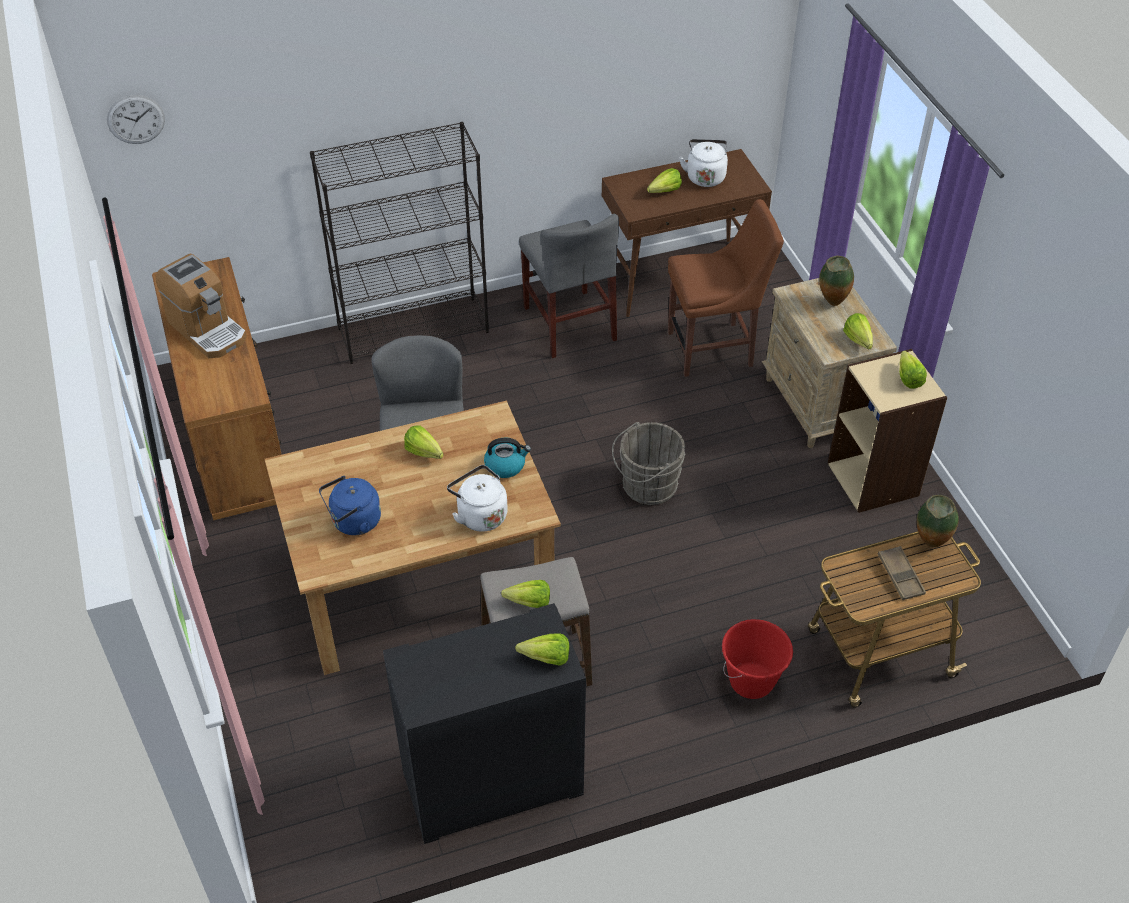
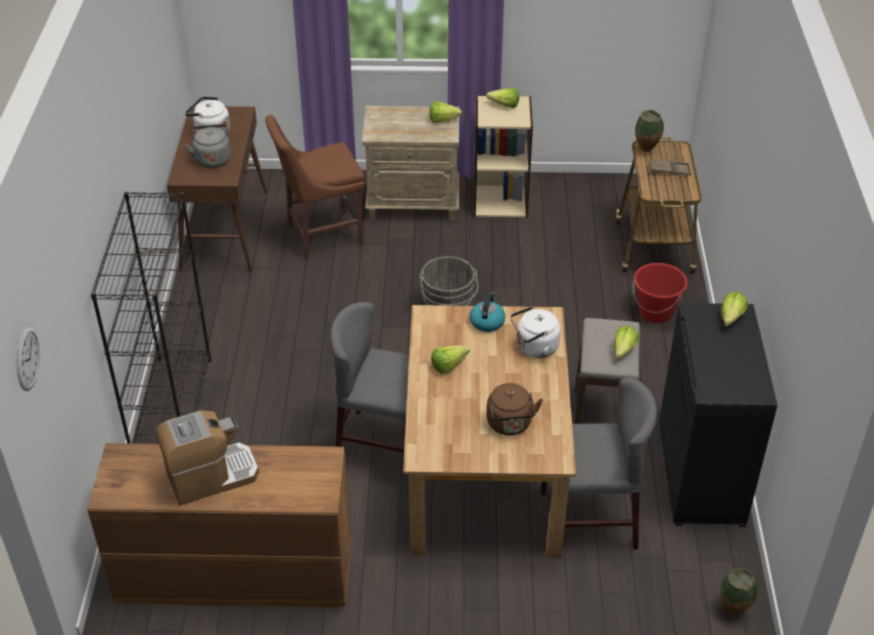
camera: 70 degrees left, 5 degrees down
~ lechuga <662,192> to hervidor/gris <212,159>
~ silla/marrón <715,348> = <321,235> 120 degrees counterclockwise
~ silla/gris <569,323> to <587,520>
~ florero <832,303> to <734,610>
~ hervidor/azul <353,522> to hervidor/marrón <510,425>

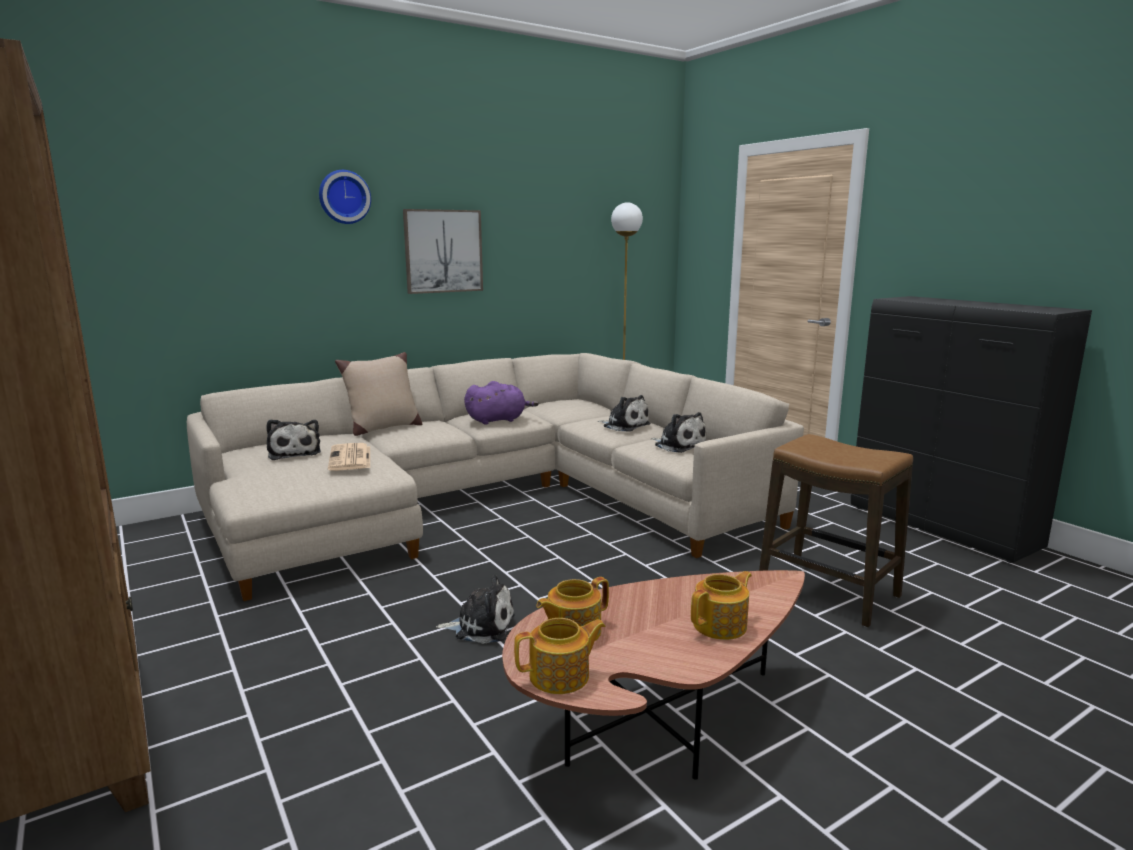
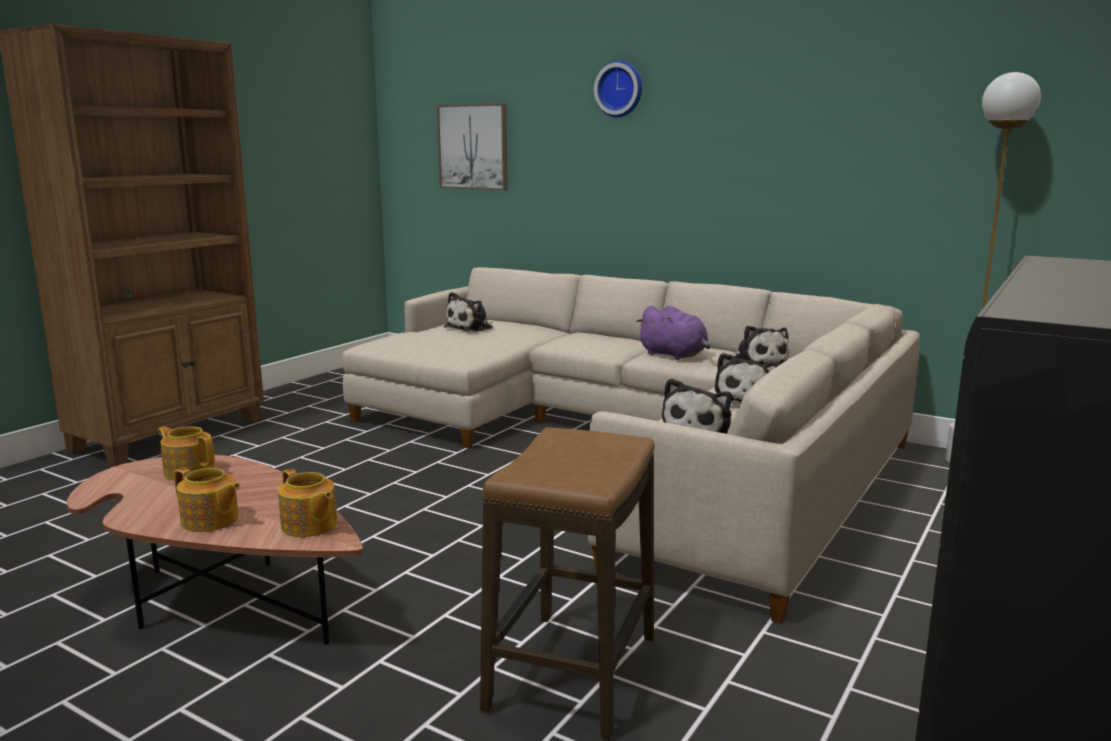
camera: 65 degrees right, 0 degrees up
~ cuadro <443,251> to <473,147>
- cojín/beis <383,428>
- periódico <350,458>
~ peluche <481,626> to <758,362>
~ tetera <561,676> to <309,526>

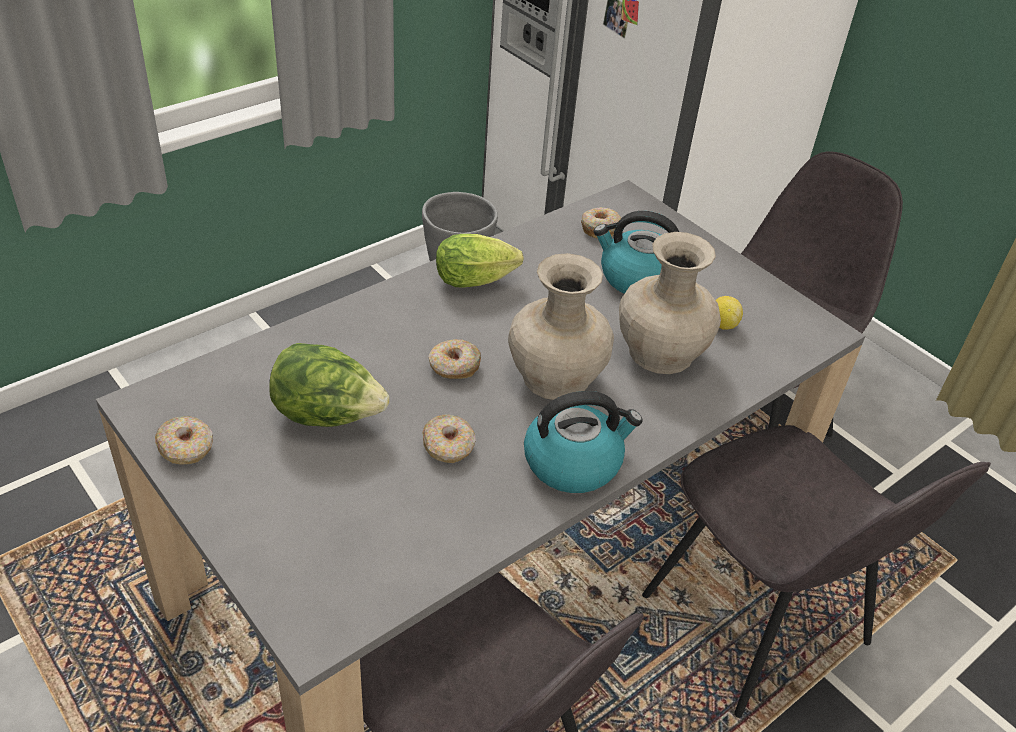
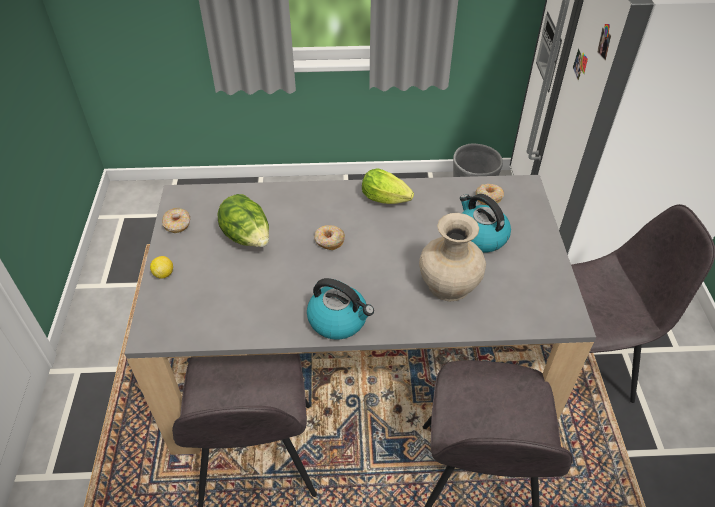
camera: 40 degrees right, 5 degrees up
- florero/beis <554,376>
~ limón <722,324> to <164,274>
- rosquilla <448,446>

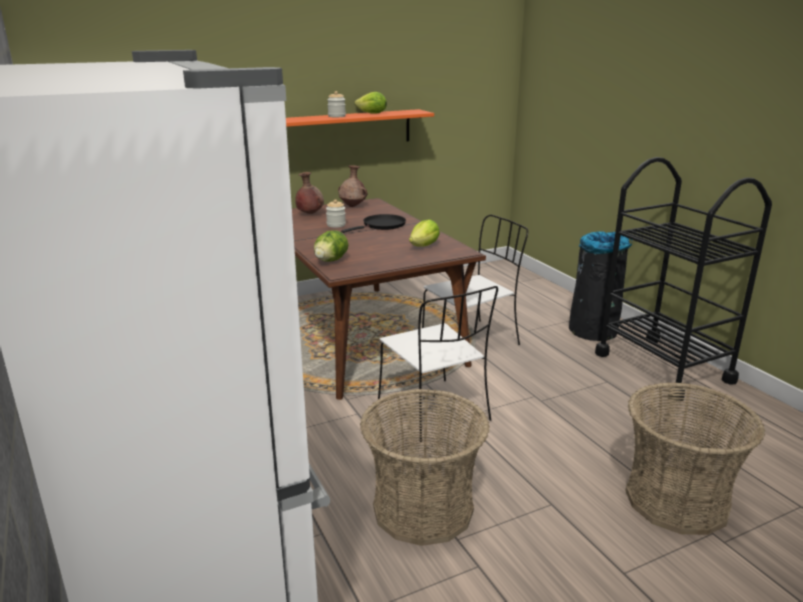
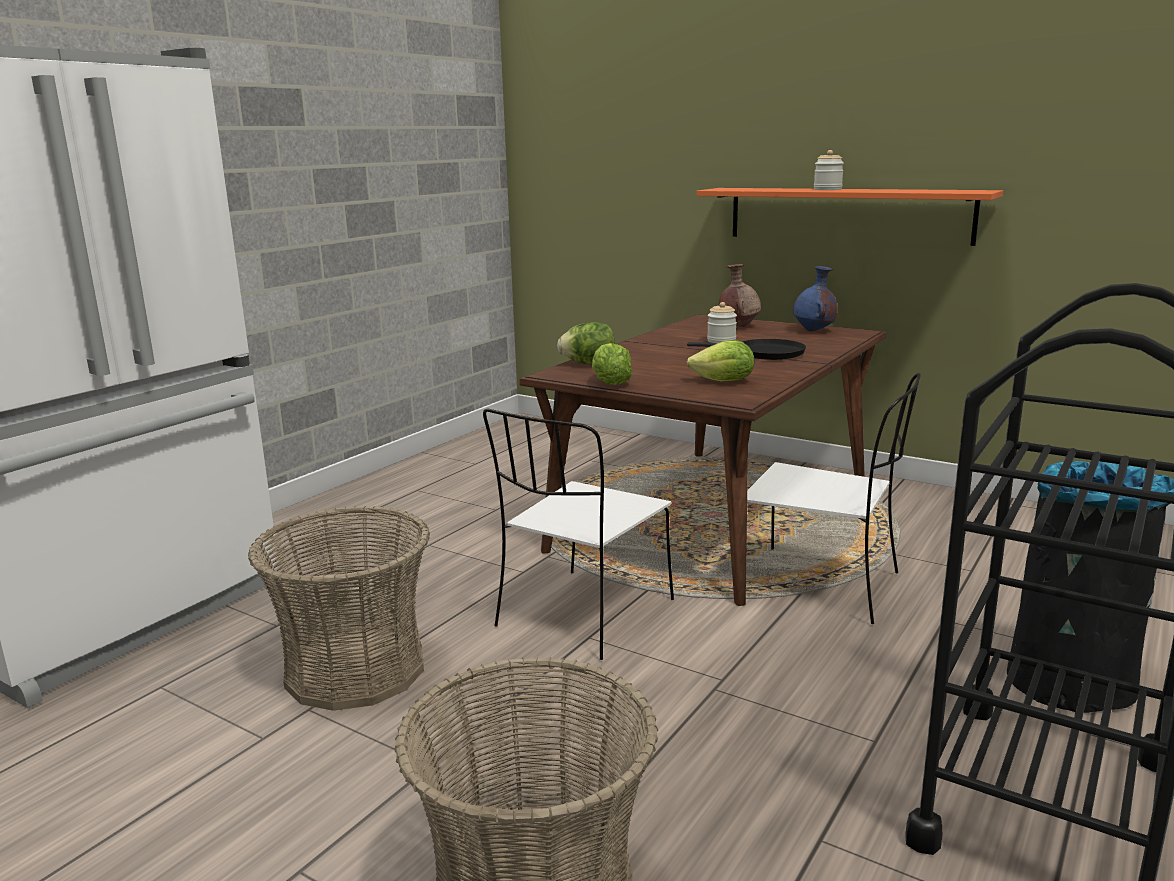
camera: 60 degrees right, 5 degrees down
~ lechuga <372,113> to <610,383>
~ florero/marrón <353,206> to florero/azul <814,331>

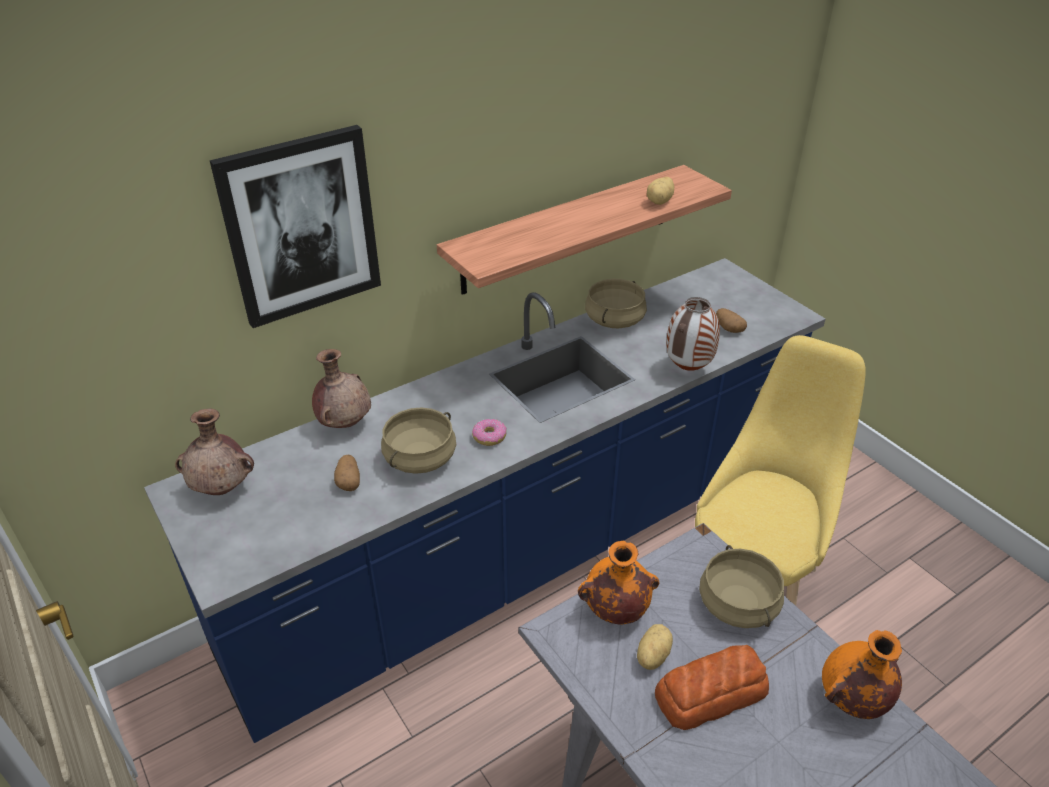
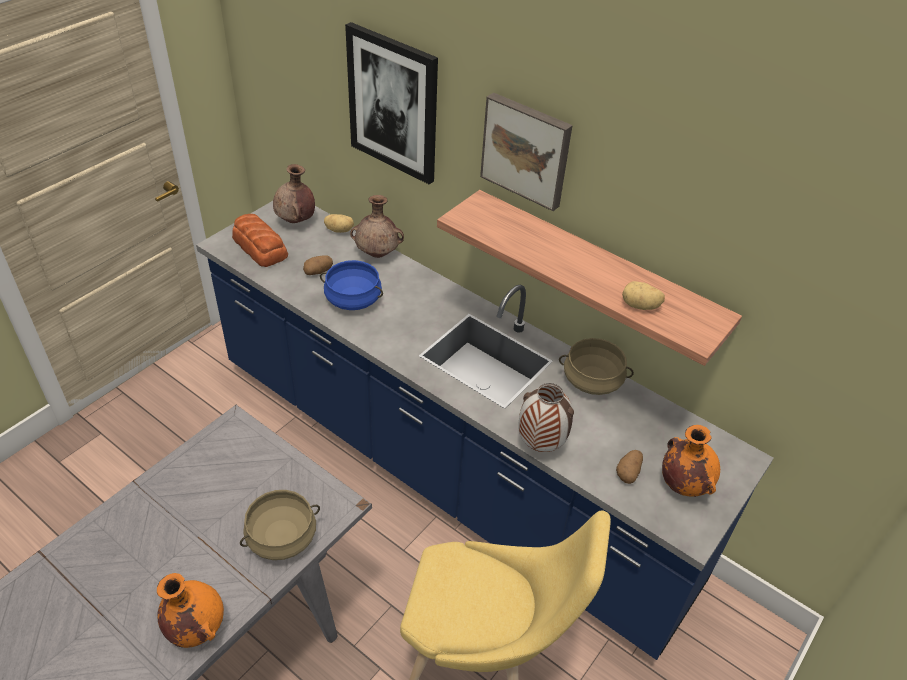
camera: 70 degrees right, 5 degrees up
~ olla/beis <420,458> to olla/azul <353,299>
- rosquilla <489,437>
~ florero/naranja <615,609> to <683,483>
~ patata <651,655> to <339,230>
~ pan <709,693> to <260,246>
+ cuadro <527,150>

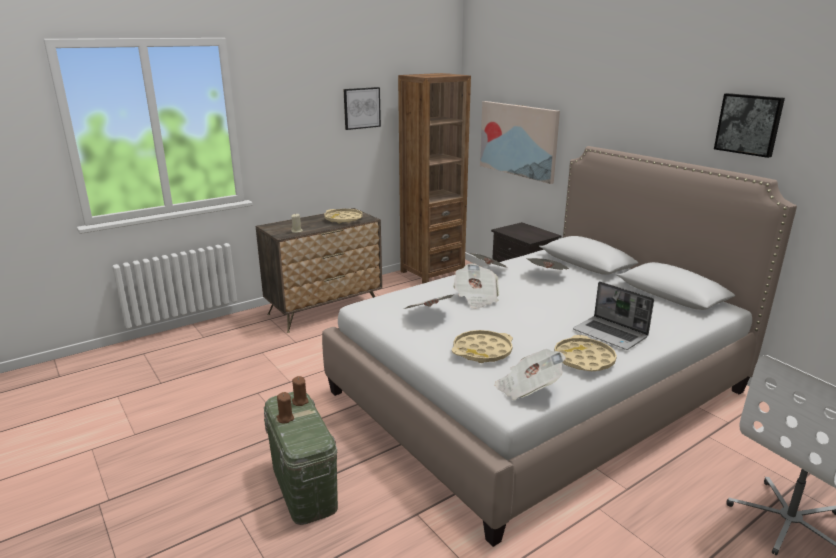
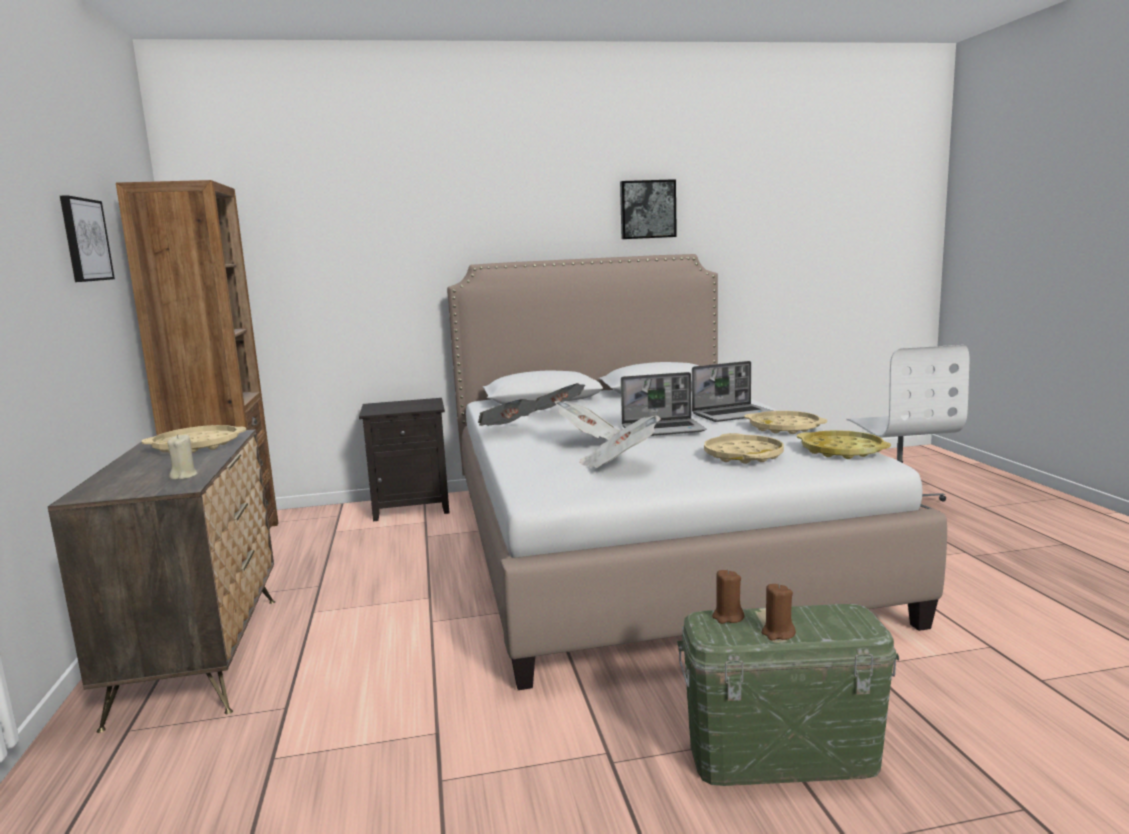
camera: 65 degrees left, 10 degrees down
- cuadro <518,140>
~ periódico <527,389> to bandeja/amarillo <841,451>
+ portátil <664,429>

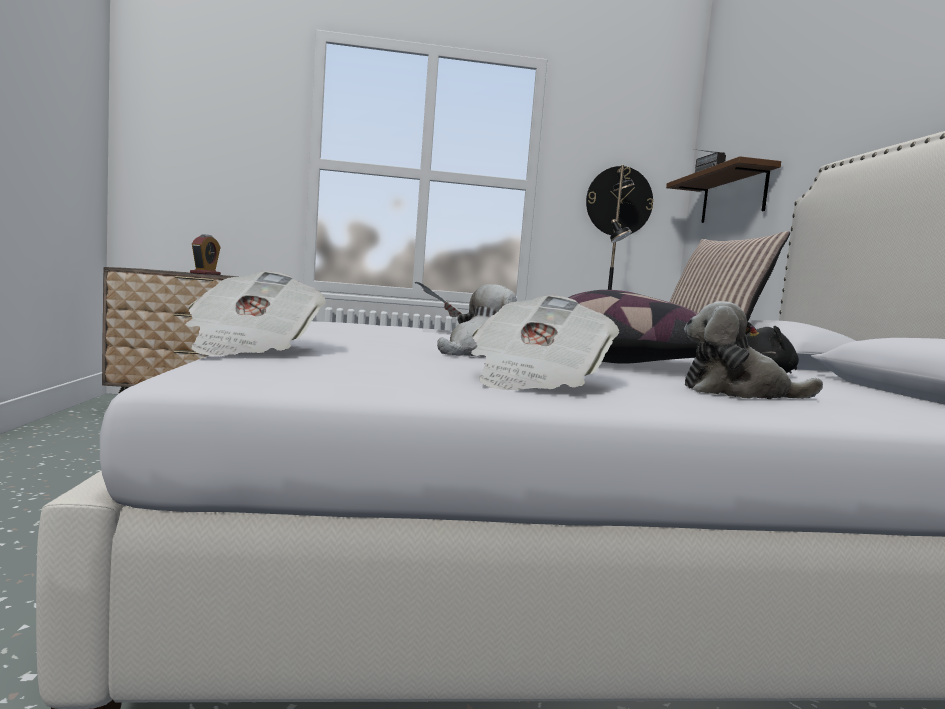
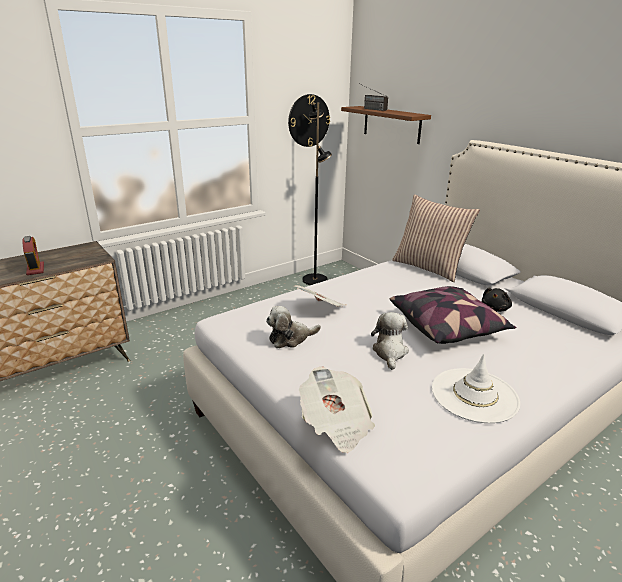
camera: 30 degrees left, 20 degrees up
~ periódico <534,382> to sombrero/blanco <474,395>
~ peluche <738,393> to <290,338>

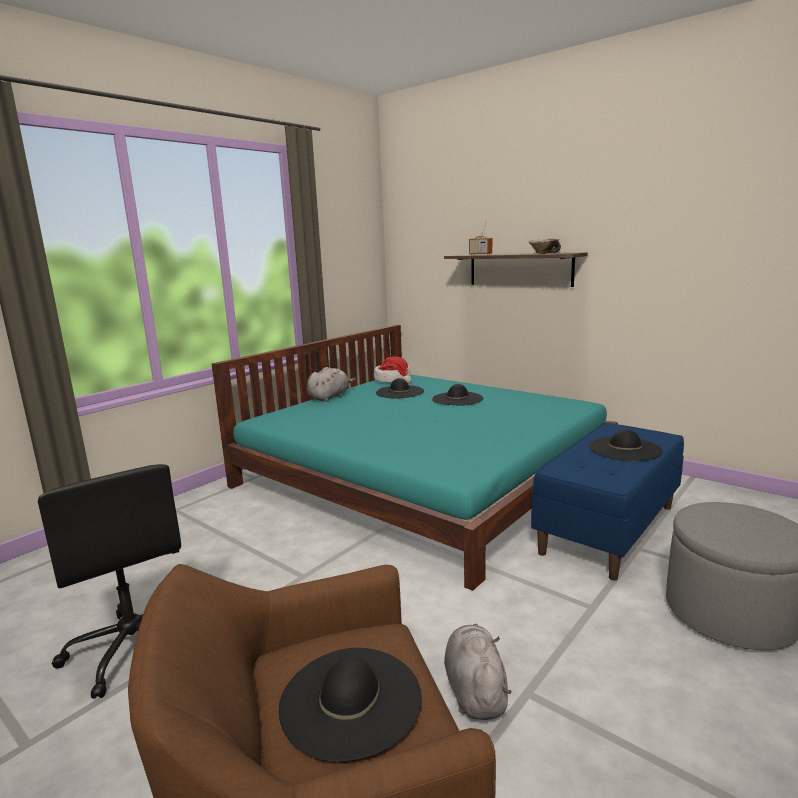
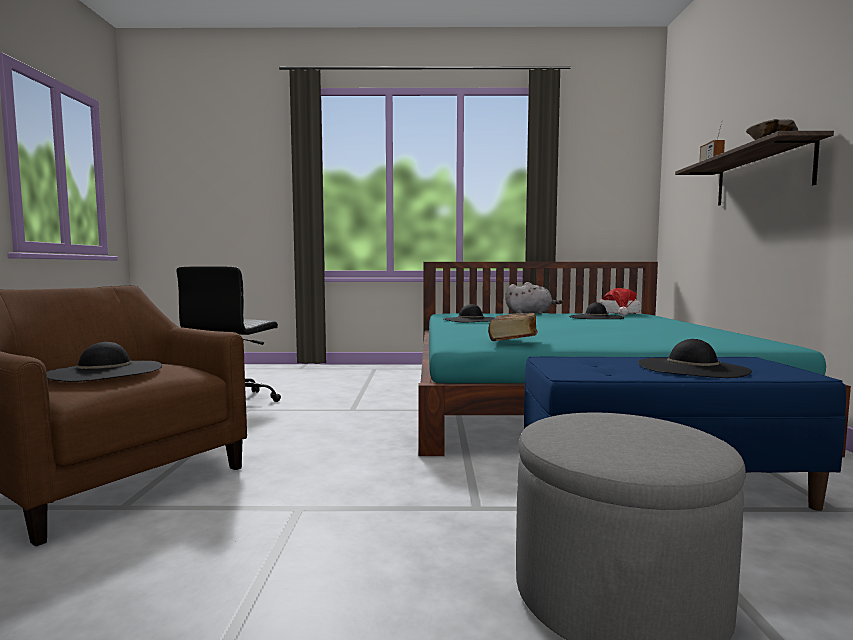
camera: 50 degrees right, 10 degrees down
~ sombrero/negro <457,399> to <470,320>
- peluche/gris <474,690>
+ libro <513,340>

